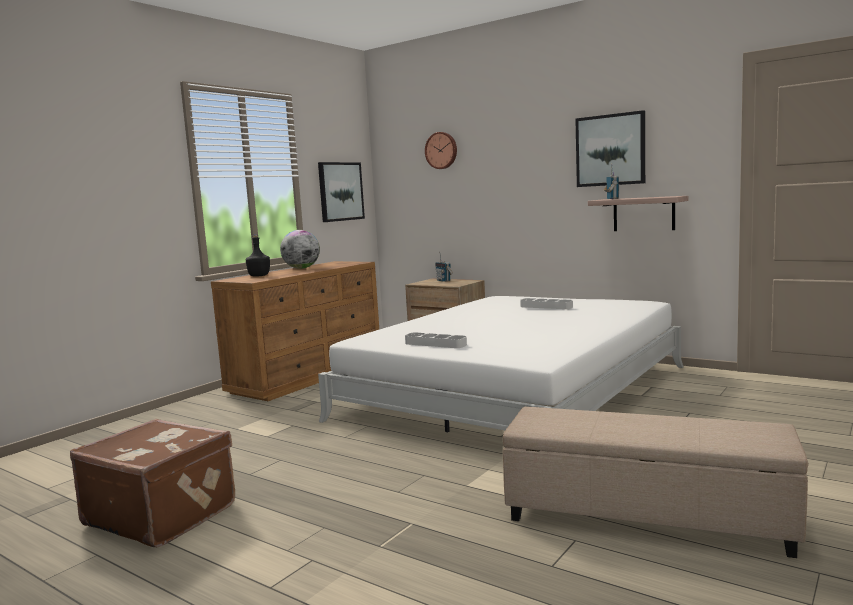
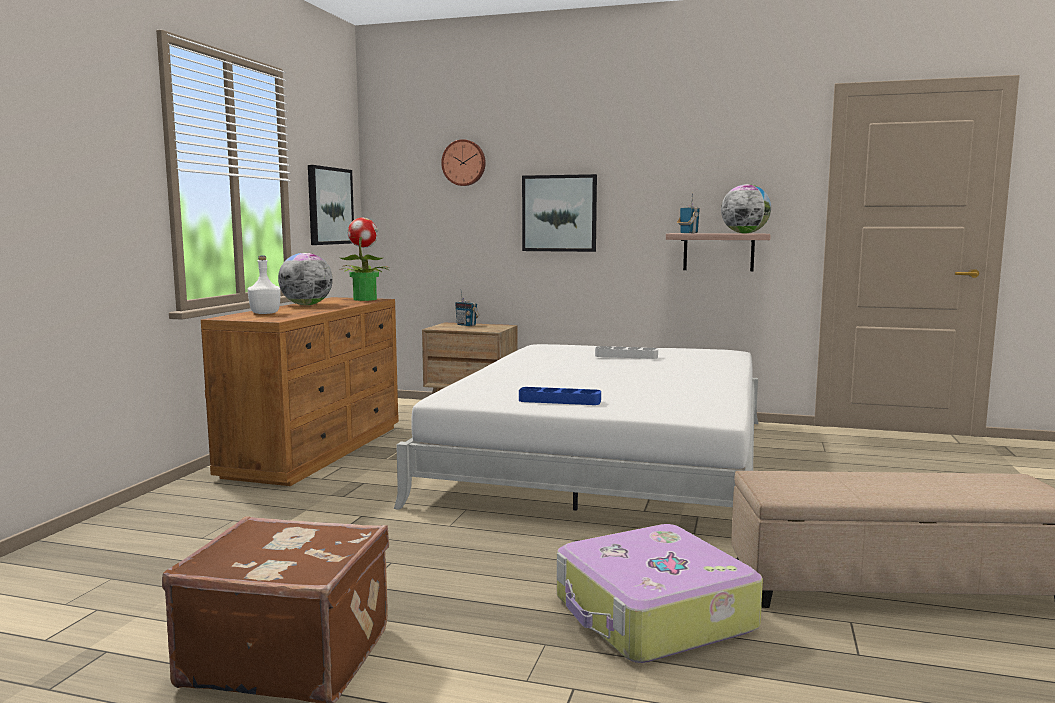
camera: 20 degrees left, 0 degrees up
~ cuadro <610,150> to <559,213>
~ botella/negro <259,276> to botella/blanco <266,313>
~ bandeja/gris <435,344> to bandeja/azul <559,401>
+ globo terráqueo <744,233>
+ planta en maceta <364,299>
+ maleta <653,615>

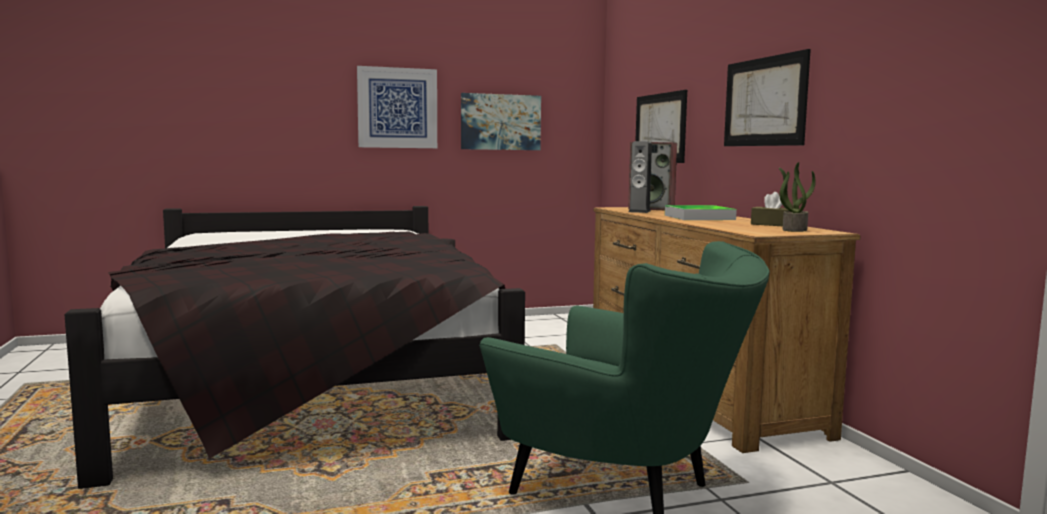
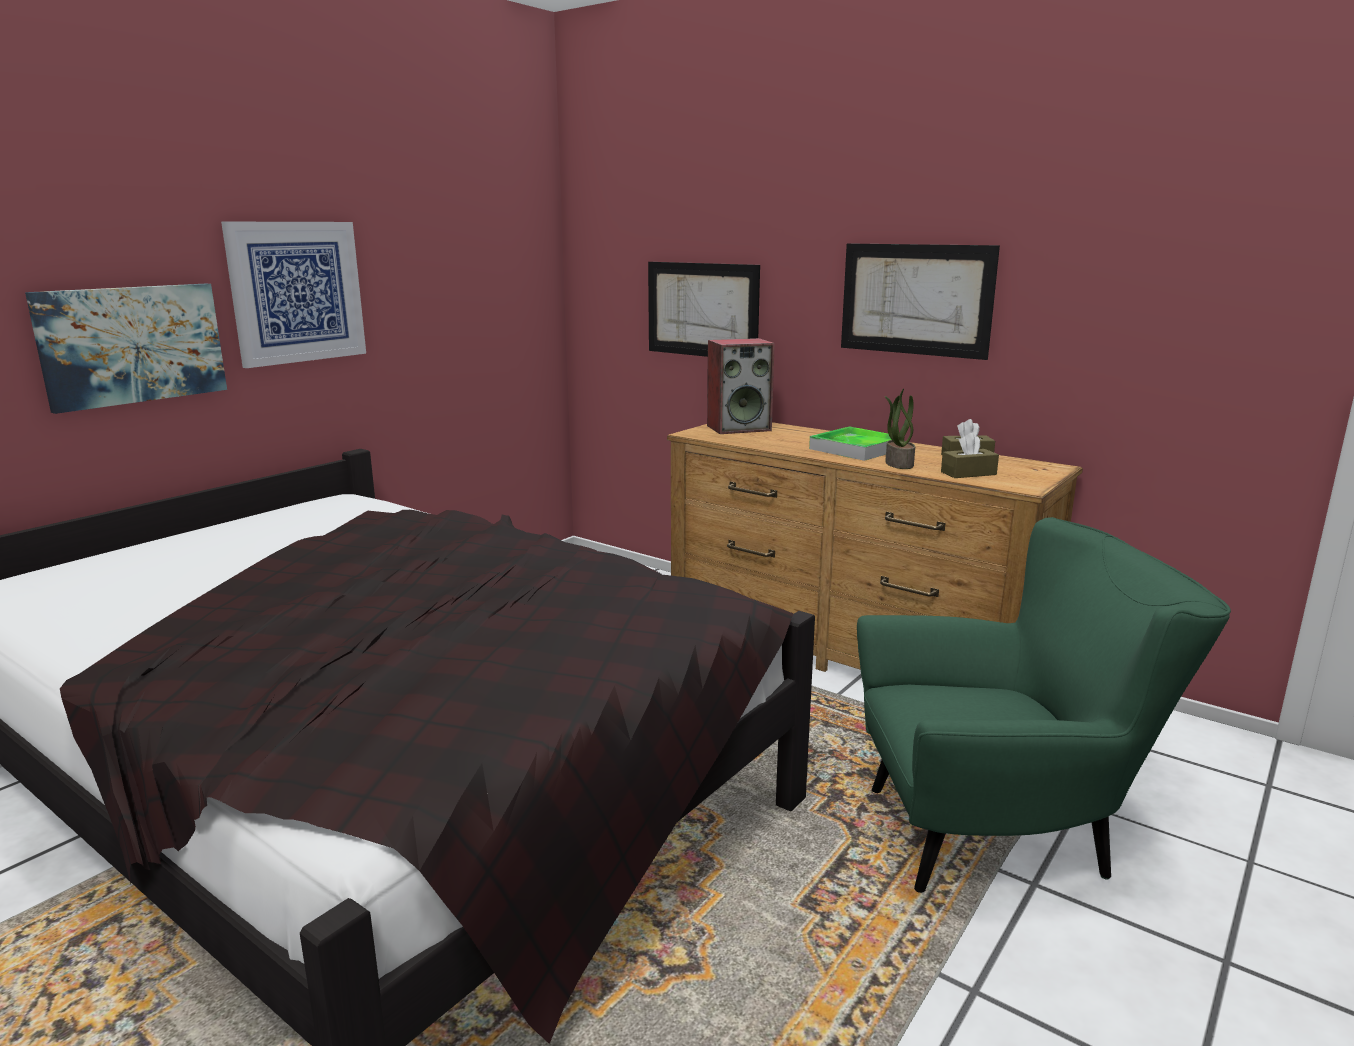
camera: 35 degrees left, 10 degrees up
~ cuadro <500,122> to <132,344>
- altavoz <639,211>
~ planta en maceta <794,230> to <898,464>
+ caja de pañuelos/marrón <968,473>

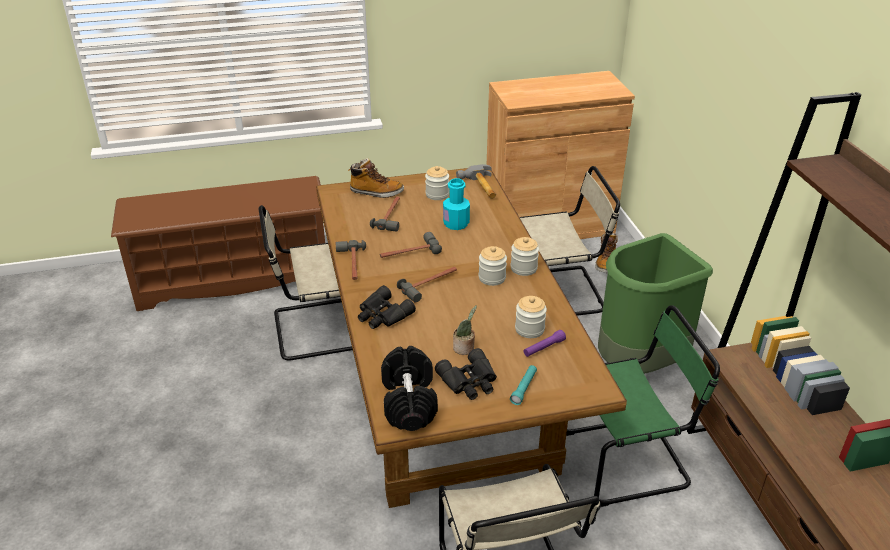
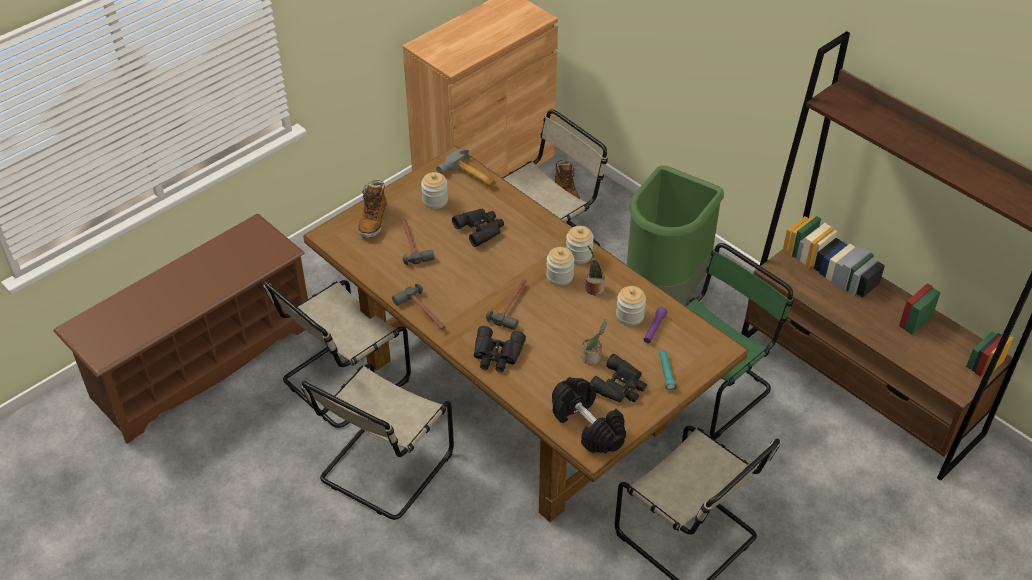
camera: 30 degrees left, 10 degrees up
~ bota <376,192> = <373,220> 120 degrees clockwise
~ botella/turquesa <456,224> to prismáticos/negro <481,229>
- martillo <409,252>
+ planta en maceta <593,287>
+ silla/beis <383,469>

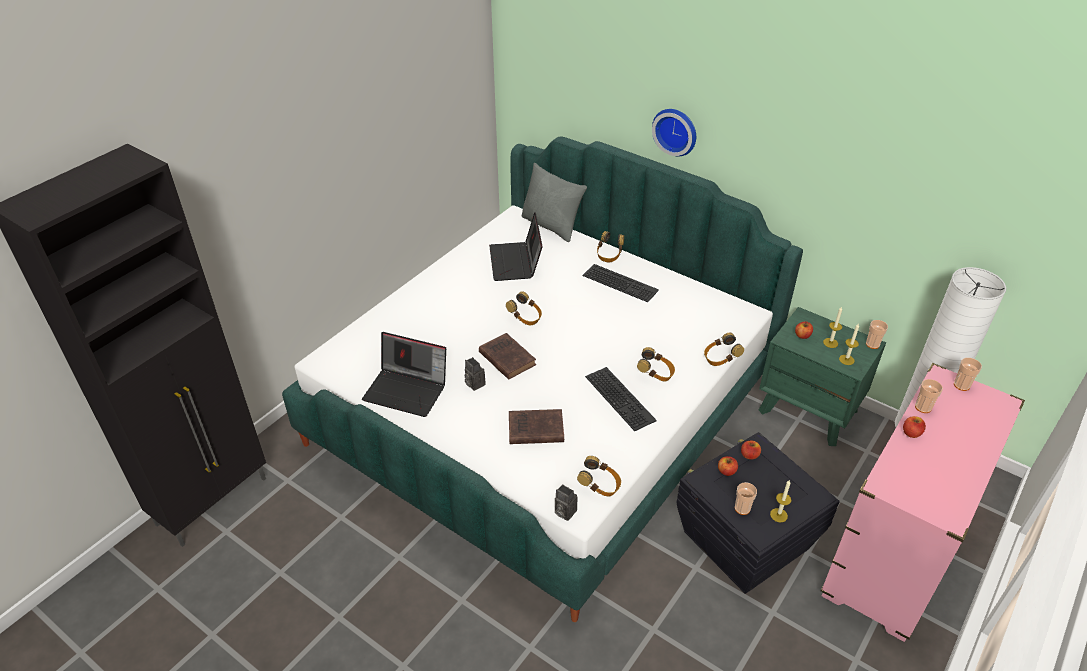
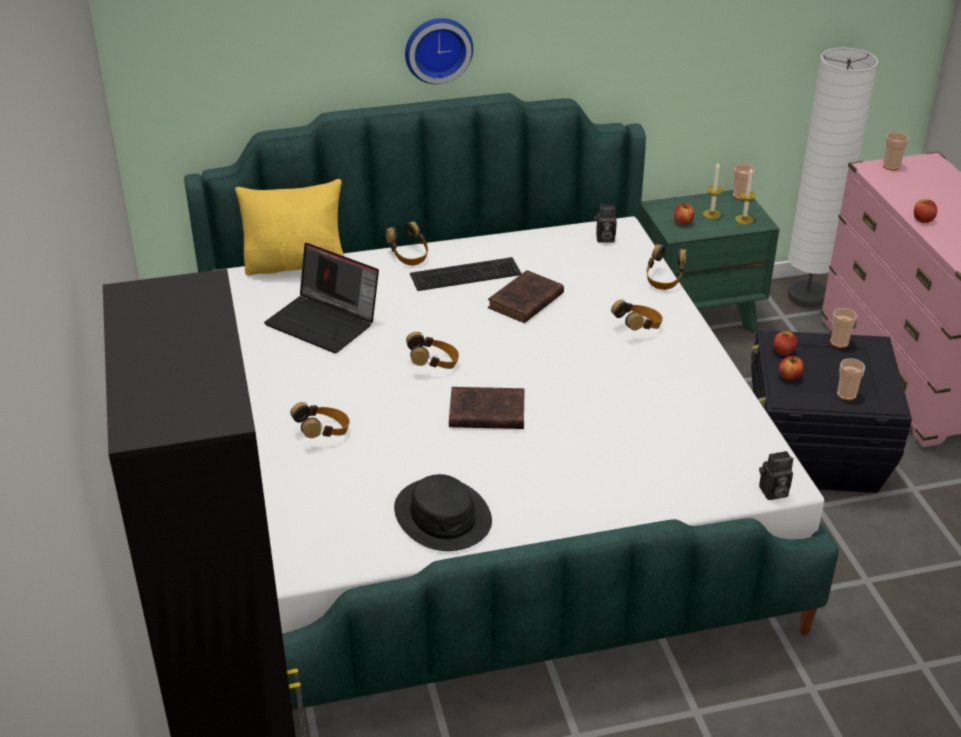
camera: 50 degrees left, 5 degrees down
~ cojín/gris <551,226> to cojín/amarillo <296,265>
~ portátil <407,390> to sombrero/negro <443,516>
~ cámara <474,384> to <604,238>
- teclado <621,398>
~ taza <923,407> to <839,342>
~ libro/marrón <534,430> to <524,302>
~ auriculares <600,486> to <323,433>
- vela <778,515>

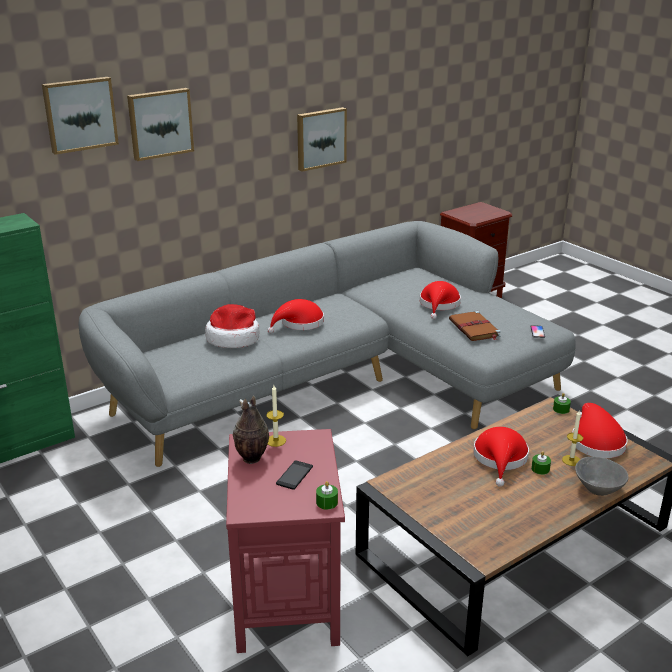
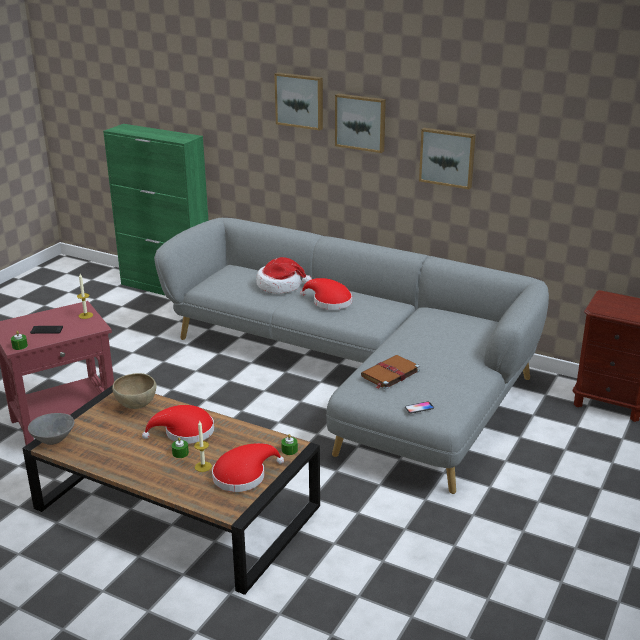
camera: 65 degrees right, 0 degrees up
~ cuadro <79,114> to <361,122>
- sombrero/rojo <439,305>
- florero <251,459>
~ cuenco/gris <598,489> to <54,440>
+ cuenco/marrón <136,406>

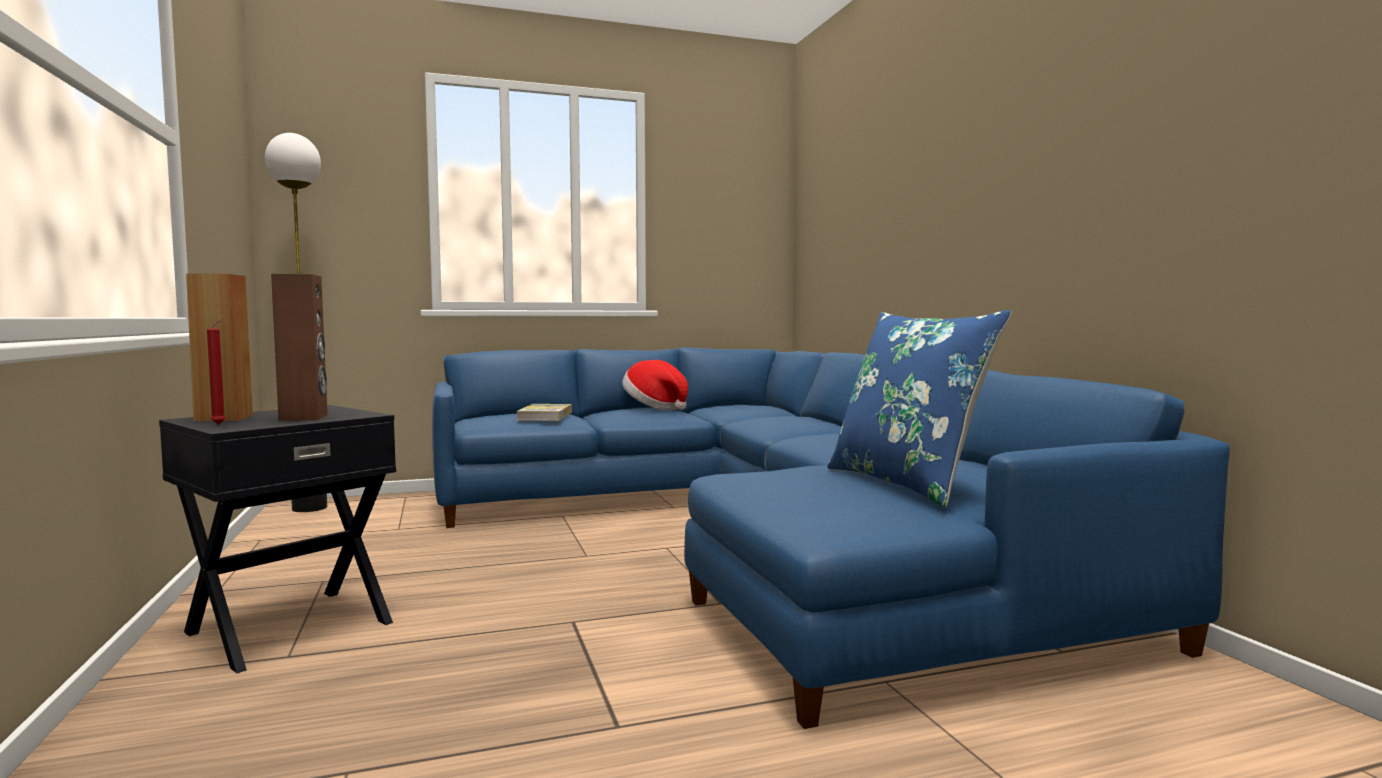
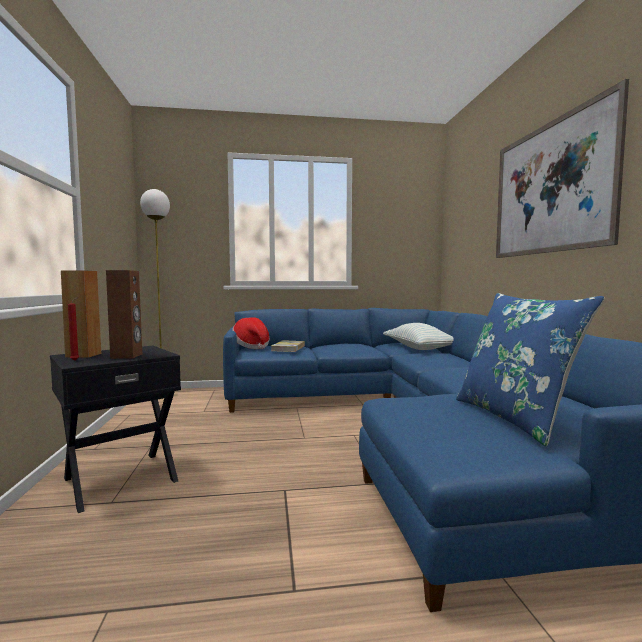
camera: 10 degrees right, 0 degrees up
~ sombrero <655,408> to <251,347>
+ cuadro <549,188>
+ cojín <418,348>

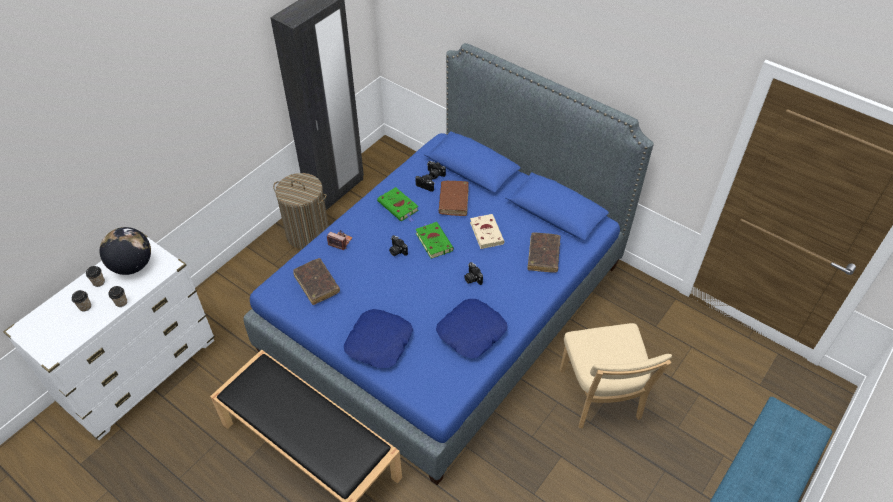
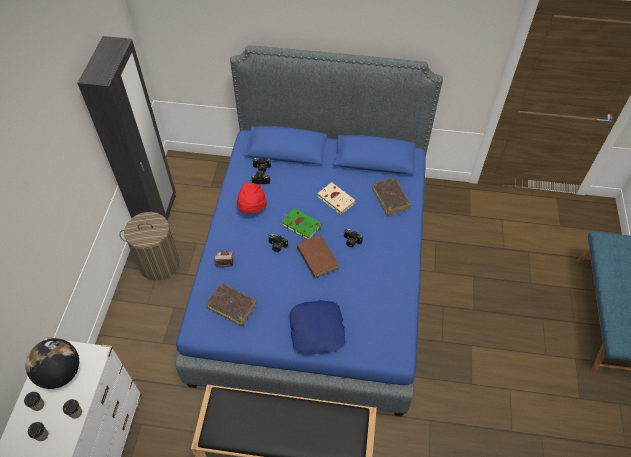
camera: 30 degrees left, 5 degrees up
~ libro/marrón <453,201> to <317,259>
~ libro/verde <399,207> to sombrero/rojo <252,208>
- cojín/azul <472,332>
- silla/beis <601,398>

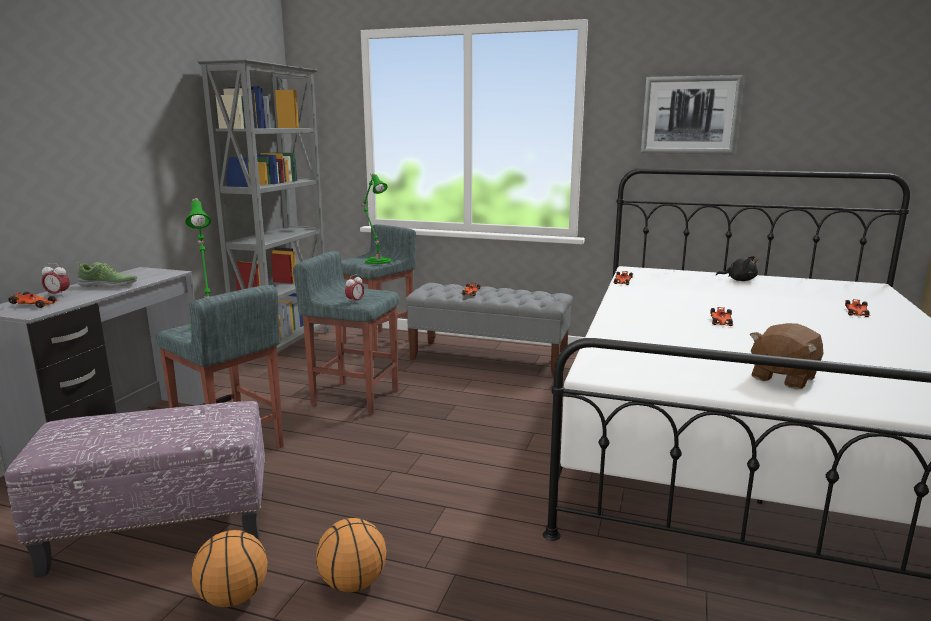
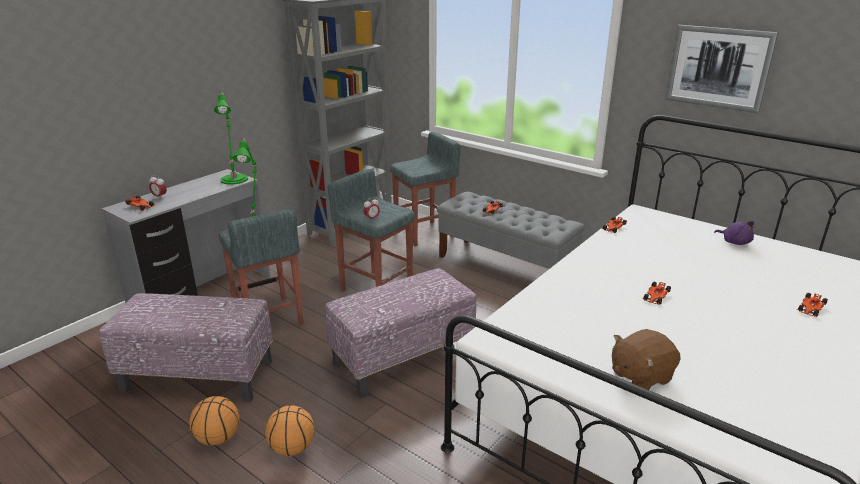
camera: 20 degrees right, 10 degrees up
~ lámpara de mesa/verde <377,260> to <234,178>
~ peluche/negro <739,280> to peluche/morado <734,242>
- zapato <109,286>
+ puf <403,358>

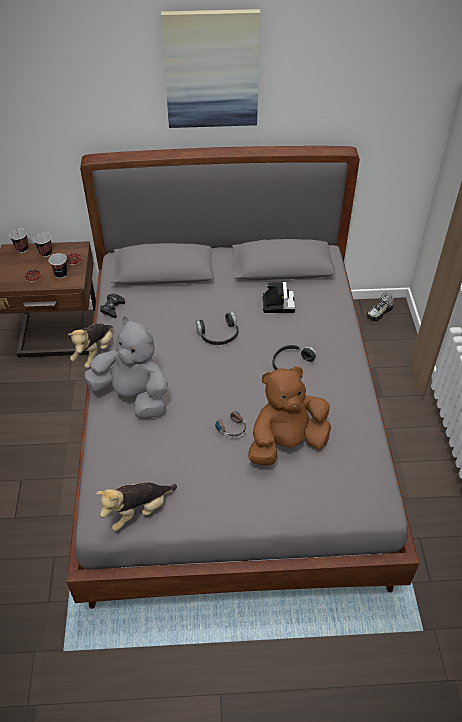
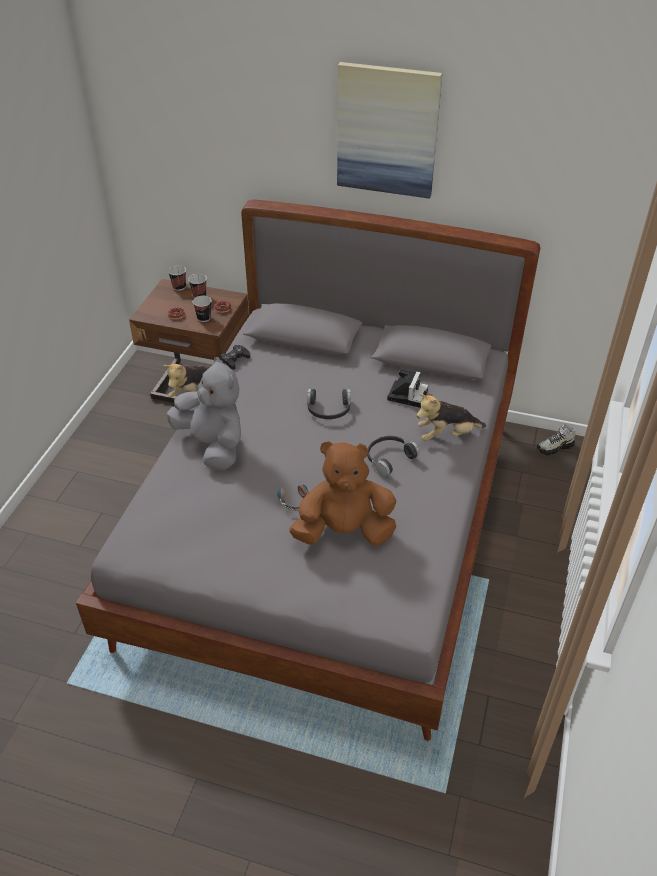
camera: 20 degrees right, 5 degrees down
~ peluche <138,511> to <446,435>

